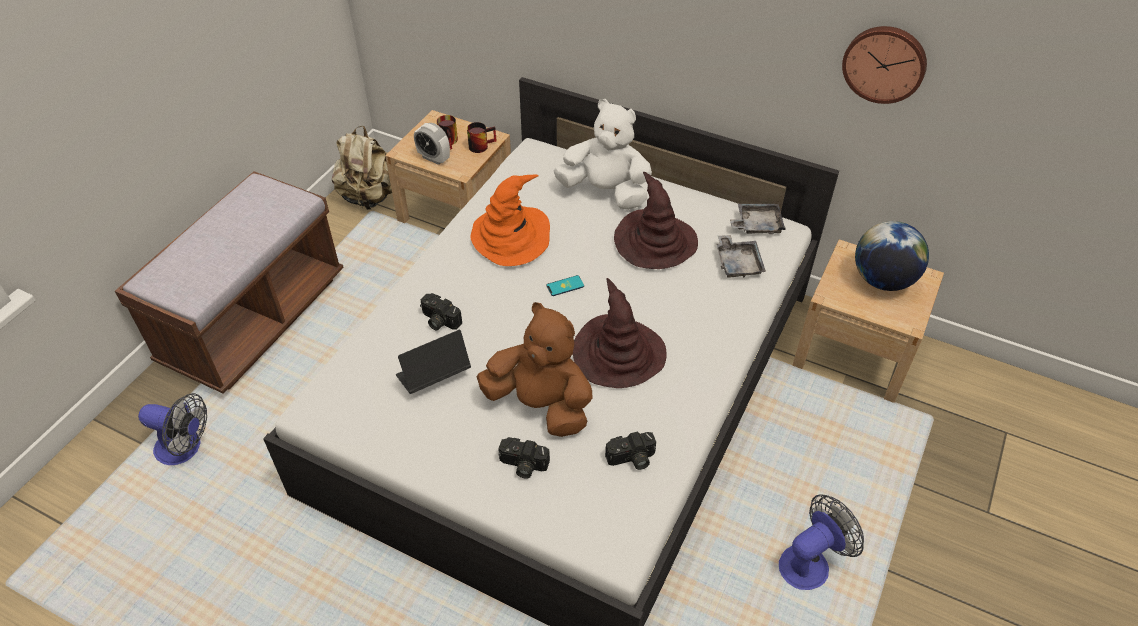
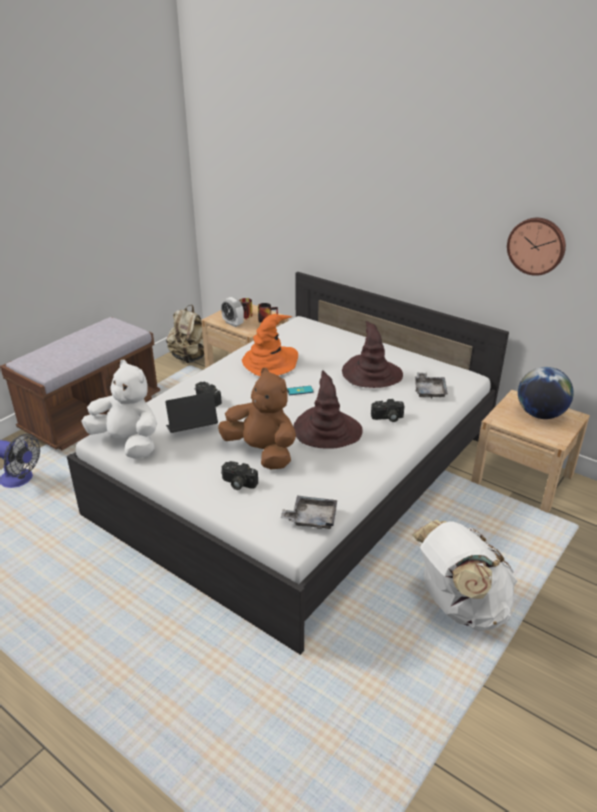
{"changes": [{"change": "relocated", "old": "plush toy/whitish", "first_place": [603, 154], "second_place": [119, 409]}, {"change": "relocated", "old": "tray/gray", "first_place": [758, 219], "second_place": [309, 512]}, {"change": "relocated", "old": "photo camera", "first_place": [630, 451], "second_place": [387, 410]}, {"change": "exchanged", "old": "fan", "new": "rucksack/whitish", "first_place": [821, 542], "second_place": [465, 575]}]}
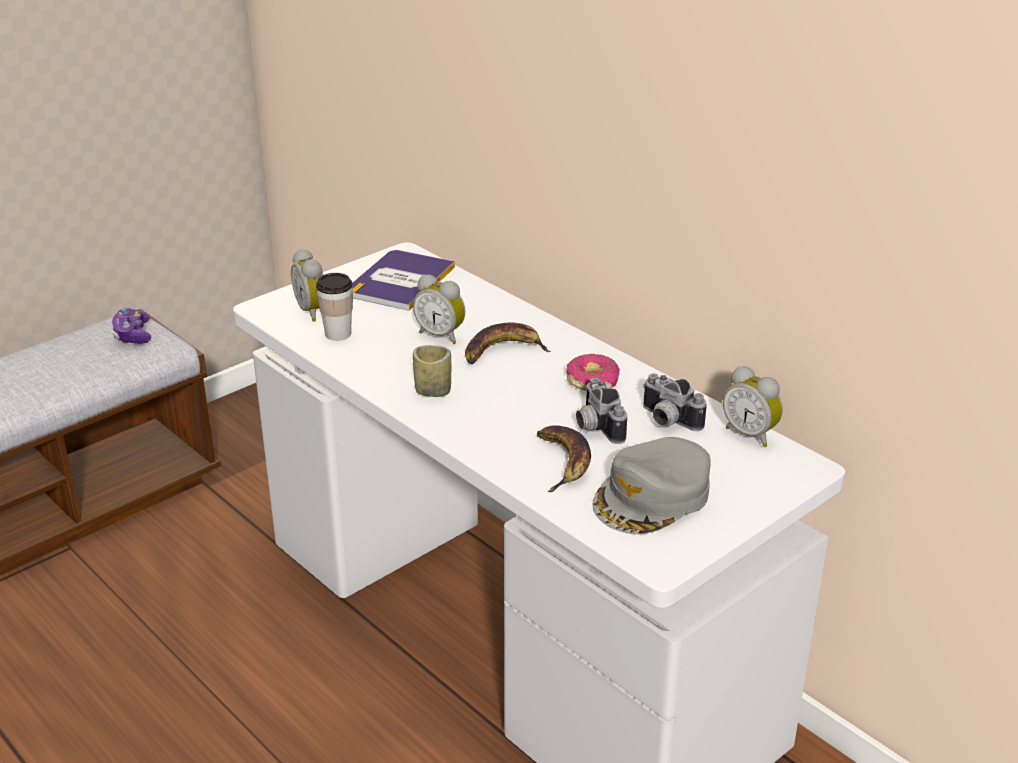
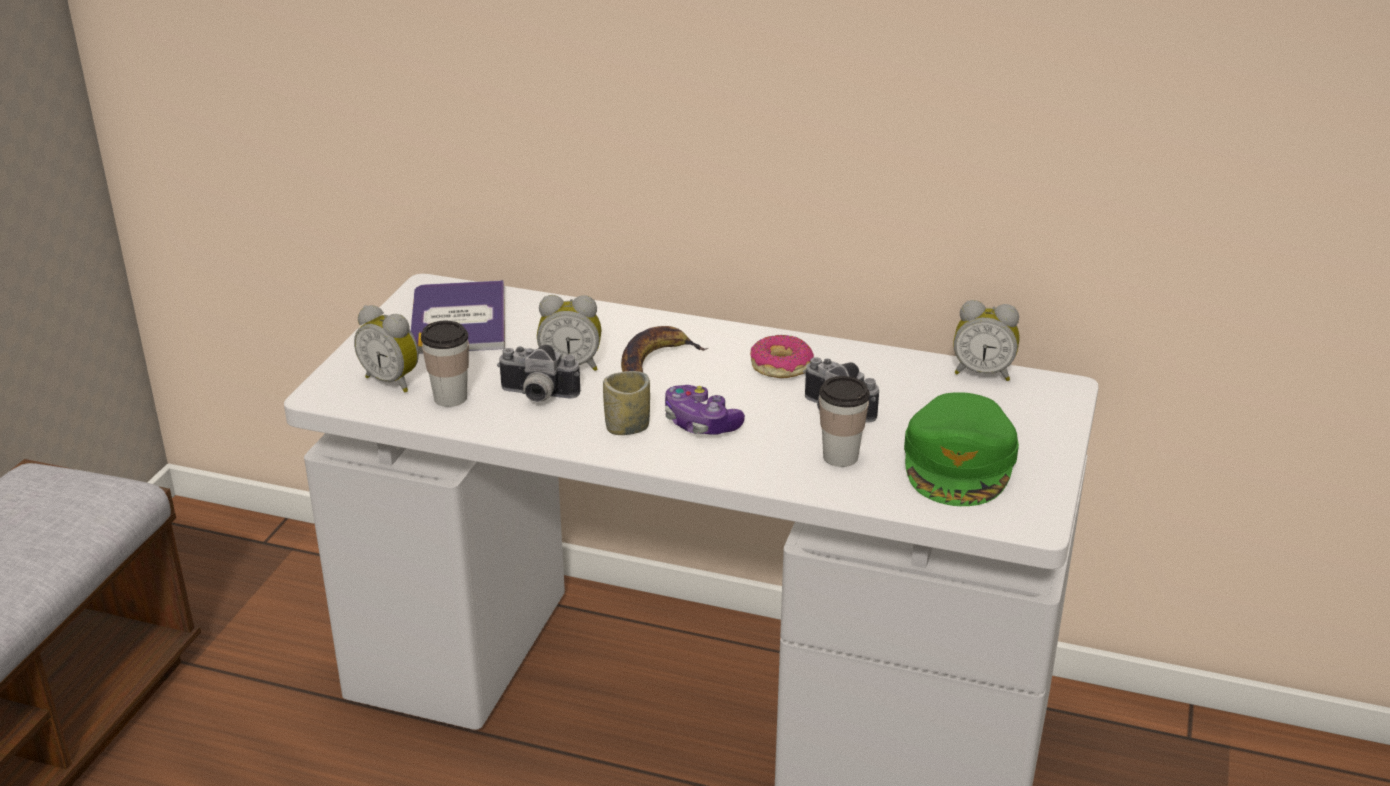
{"changes": [{"change": "relocated", "old": "gamepad", "first_place": [131, 326], "second_place": [705, 410]}, {"change": "relocated", "old": "photo camera", "first_place": [674, 402], "second_place": [538, 373]}, {"change": "exchanged", "old": "whole banana", "new": "cup", "first_place": [564, 458], "second_place": [844, 421]}, {"change": "colour", "old": "peaked cap/gray", "new": "peaked cap/green-coloured", "first_place": [651, 485], "second_place": [961, 449]}]}
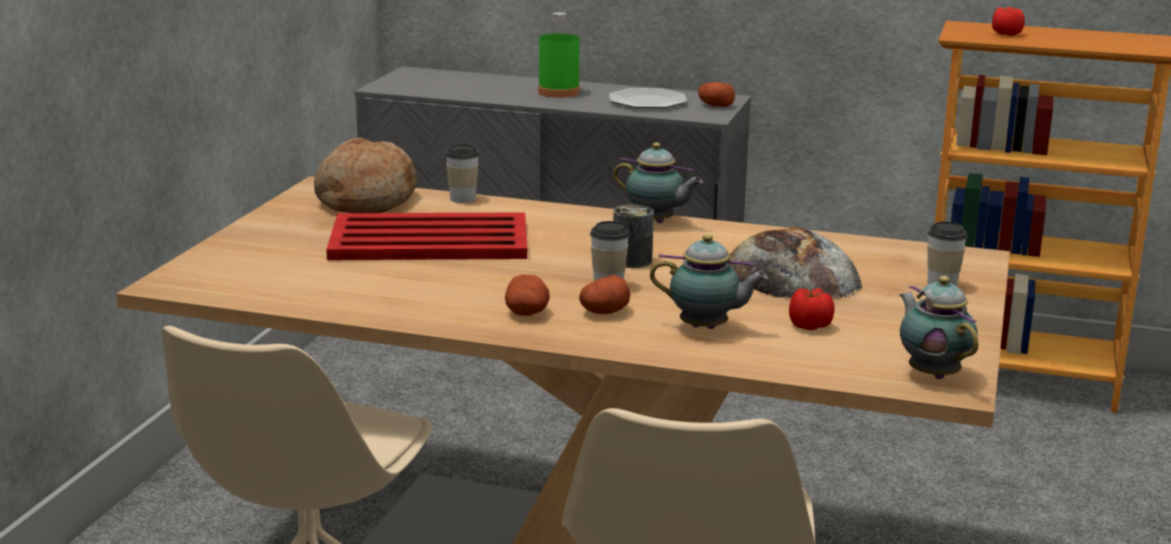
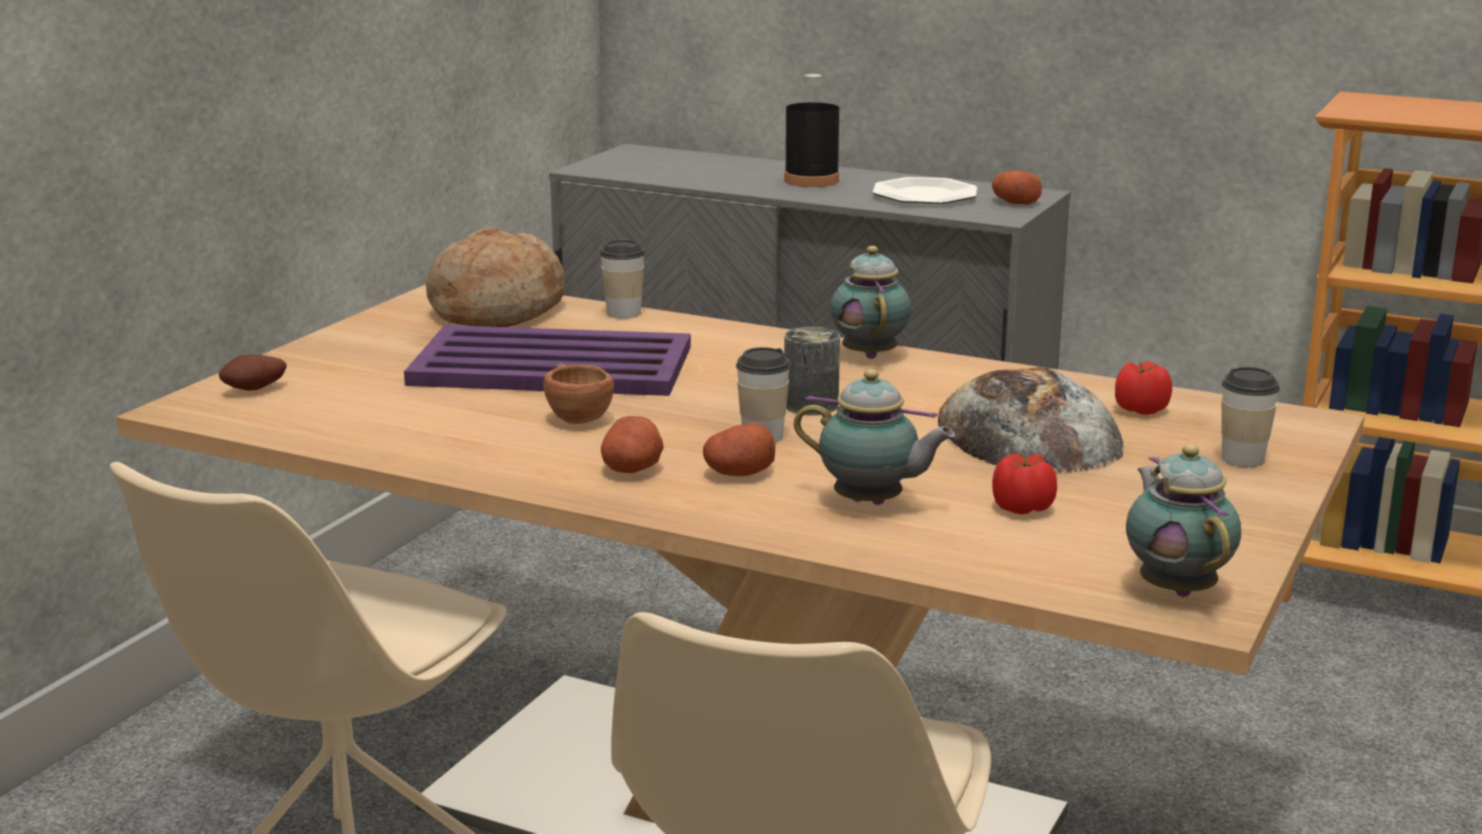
{"changes": [{"change": "relocated", "old": "fresh tomato", "first_place": [1008, 21], "second_place": [1143, 388]}, {"change": "colour", "old": "beverage bottle/green-coloured", "new": "beverage bottle/black", "first_place": [559, 55], "second_place": [811, 130]}, {"change": "spun", "old": "pot for tea", "first_place": [658, 182], "second_place": [870, 302], "degrees": -135}, {"change": "colour", "old": "tray/red-coloured", "new": "tray/purple", "first_place": [426, 236], "second_place": [547, 360]}, {"change": "appeared", "new": "spud", "second_place": [252, 372]}, {"change": "appeared", "new": "cup/brownish", "second_place": [578, 394]}]}
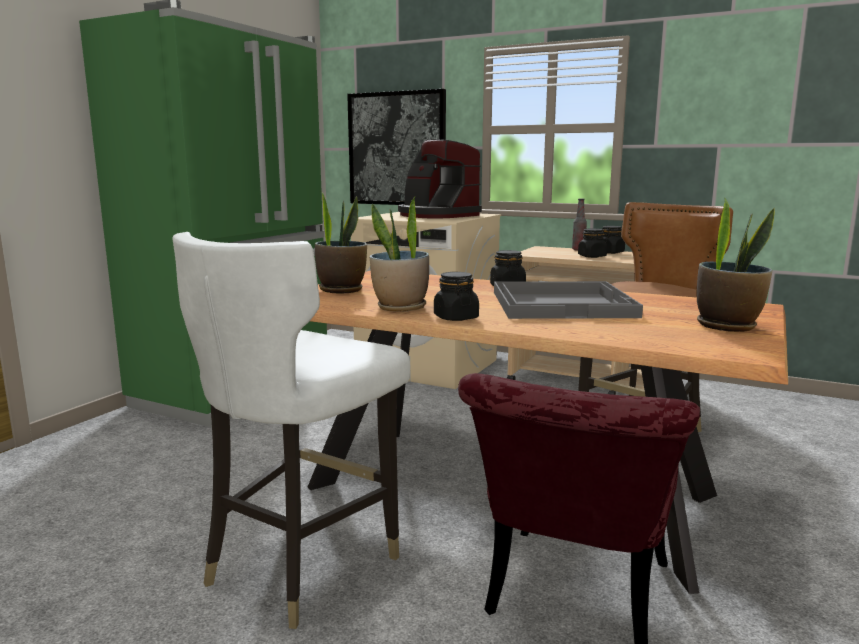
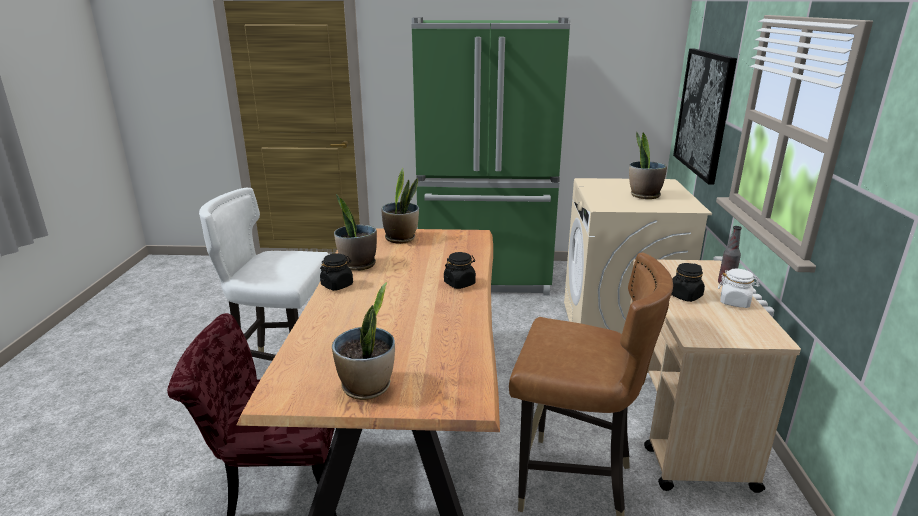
{"changes": [{"change": "exchanged", "old": "coffee brewer", "new": "potted plant", "first_place": [440, 179], "second_place": [648, 165]}, {"change": "colour", "old": "preserve jar/black", "new": "preserve jar/whitish", "first_place": [613, 240], "second_place": [739, 288]}, {"change": "missing", "old": "tray/gray", "first_place": [568, 300]}]}
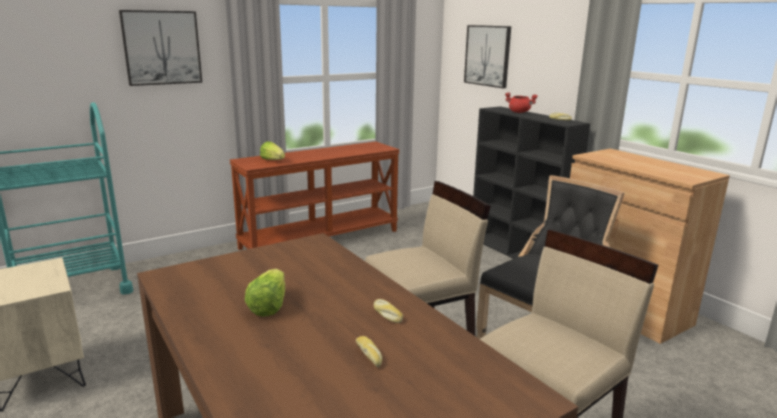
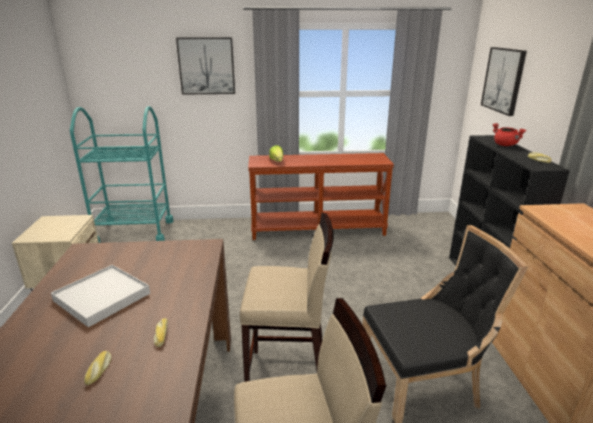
{"changes": [{"change": "exchanged", "old": "lettuce", "new": "tray/whitish", "first_place": [265, 293], "second_place": [100, 296]}]}
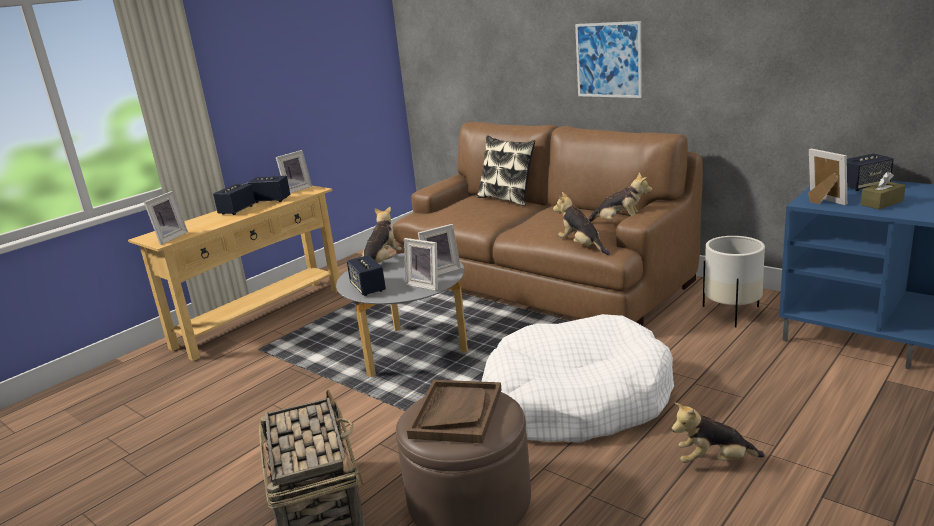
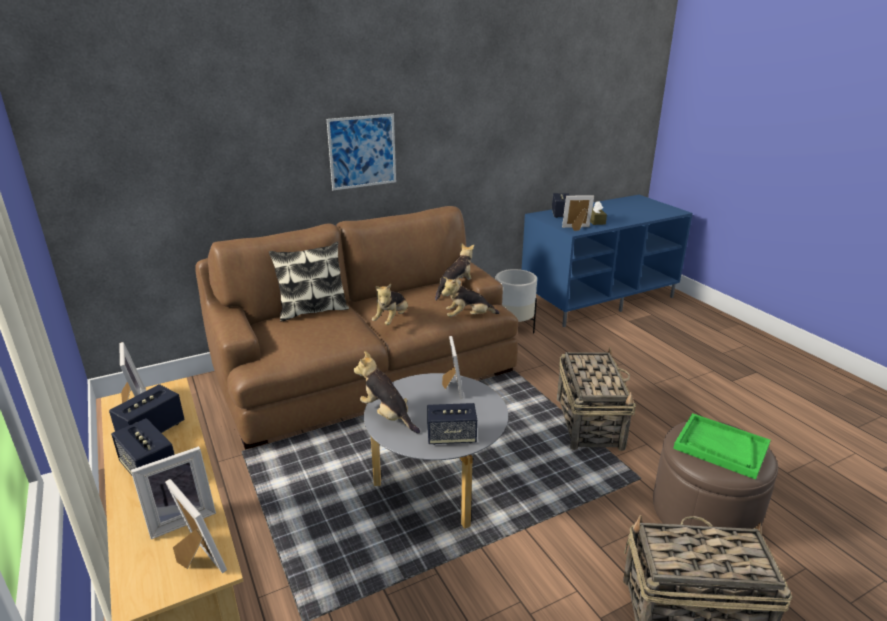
{"changes": [{"change": "relocated", "old": "standing frame", "first_place": [421, 264], "second_place": [173, 493]}, {"change": "exchanged", "old": "dog bed/whitish", "new": "storage basket", "first_place": [578, 378], "second_place": [596, 399]}, {"change": "colour", "old": "tray/brownish", "new": "tray/green-coloured", "first_place": [454, 412], "second_place": [721, 446]}, {"change": "relocated", "old": "plush toy", "first_place": [718, 433], "second_place": [390, 304]}]}
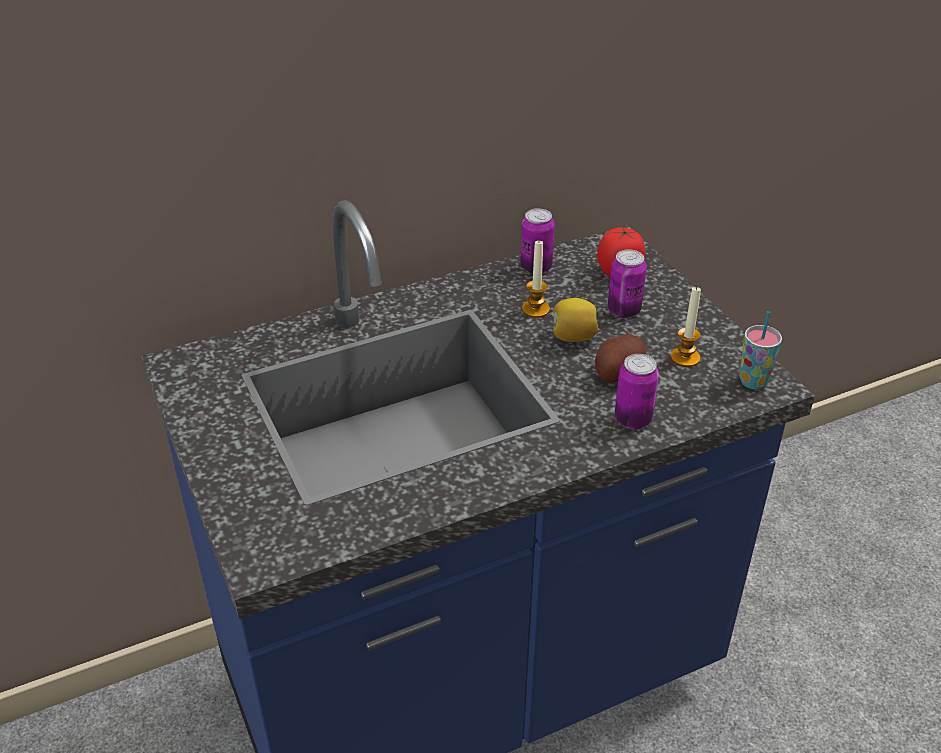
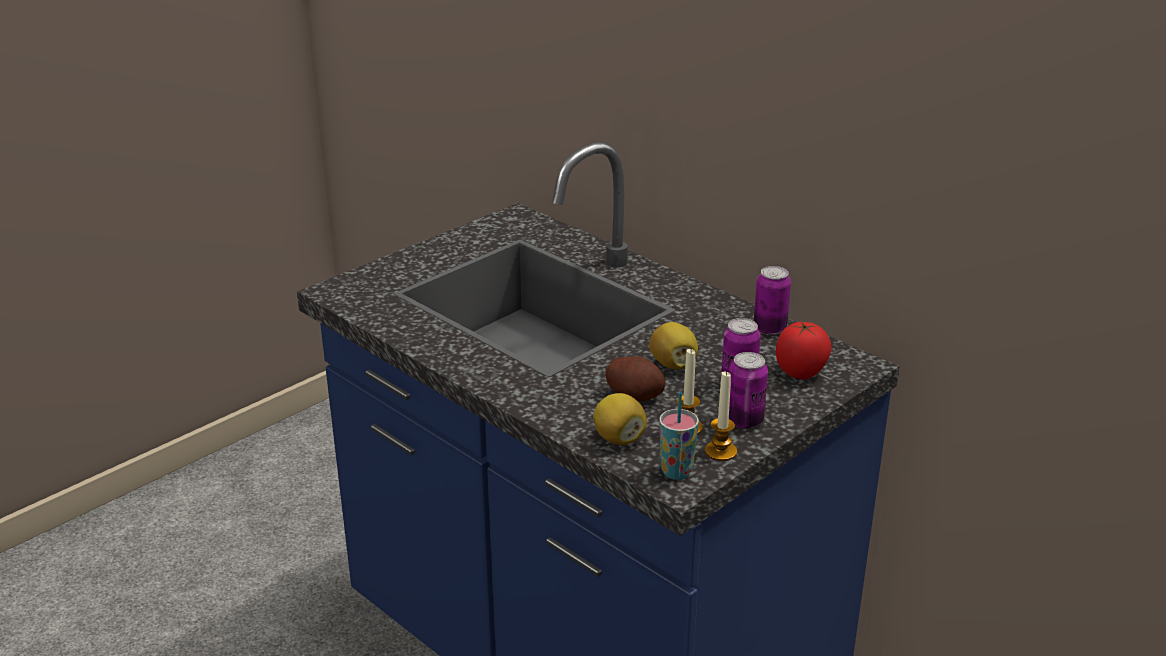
{"changes": [{"change": "relocated", "old": "candle", "first_place": [536, 279], "second_place": [721, 416]}, {"change": "relocated", "old": "can", "first_place": [637, 391], "second_place": [748, 390]}, {"change": "appeared", "new": "citrus fruit", "second_place": [620, 419]}]}
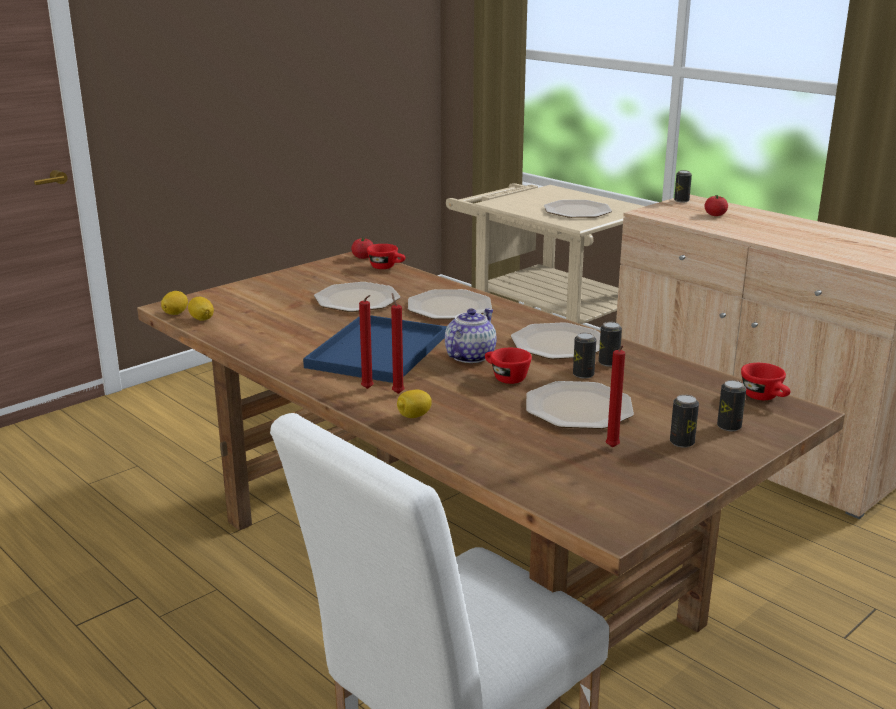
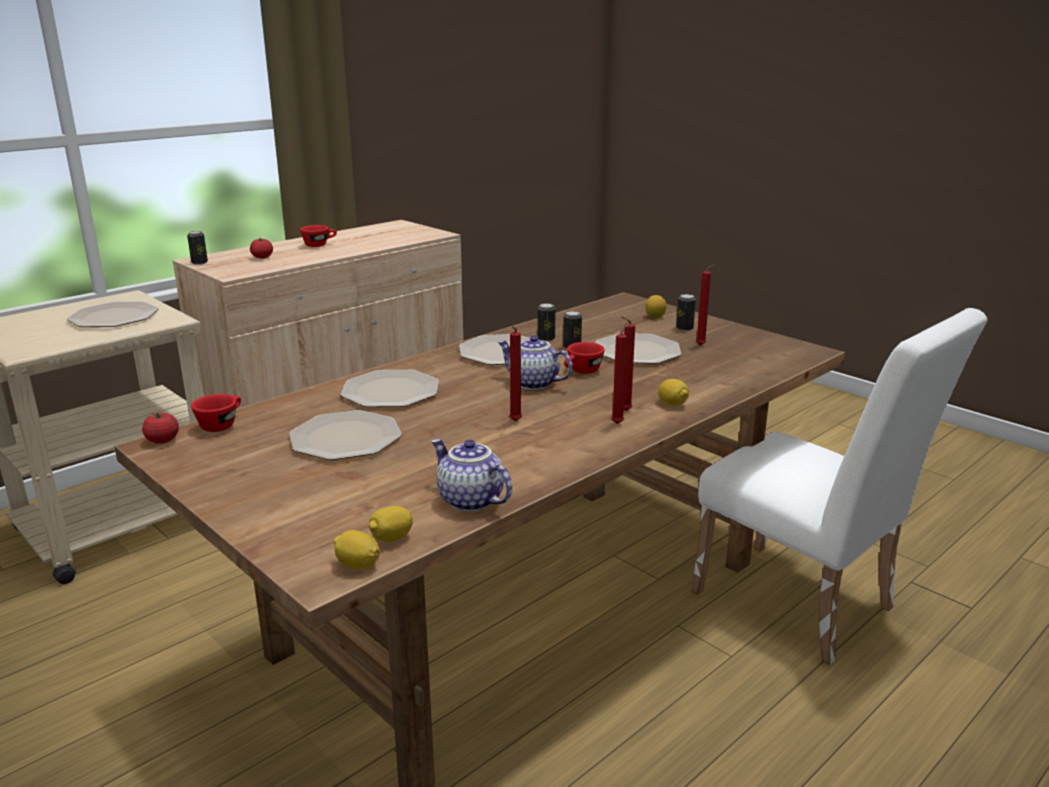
{"changes": [{"change": "exchanged", "old": "tray/blue", "new": "candle/red-coloured", "first_place": [375, 349], "second_place": [515, 373]}, {"change": "relocated", "old": "cup/red-coloured", "first_place": [765, 381], "second_place": [318, 236]}, {"change": "exchanged", "old": "can", "new": "citrus fruit", "first_place": [731, 405], "second_place": [656, 306]}, {"change": "appeared", "new": "pot for tea", "second_place": [471, 475]}]}
